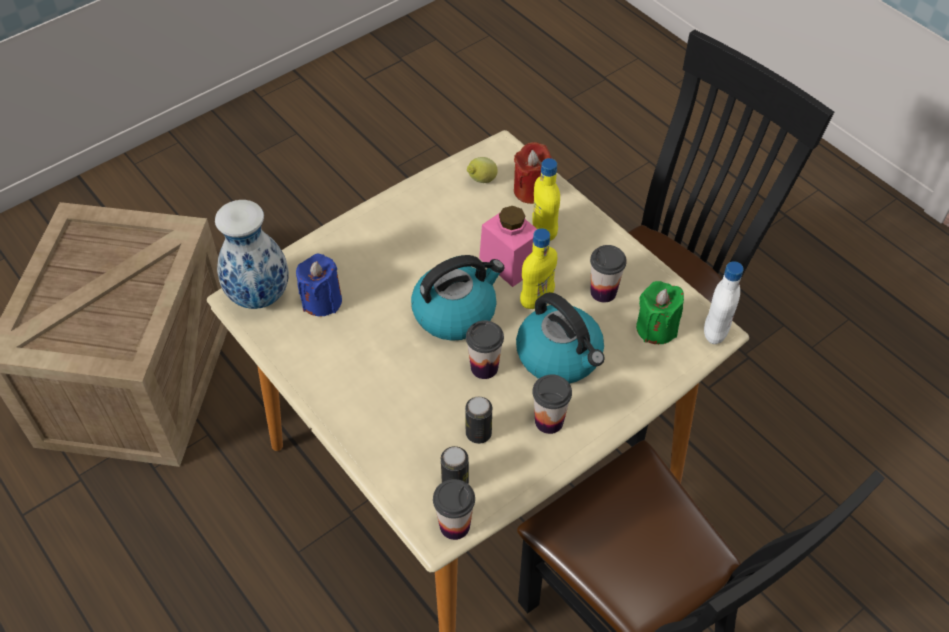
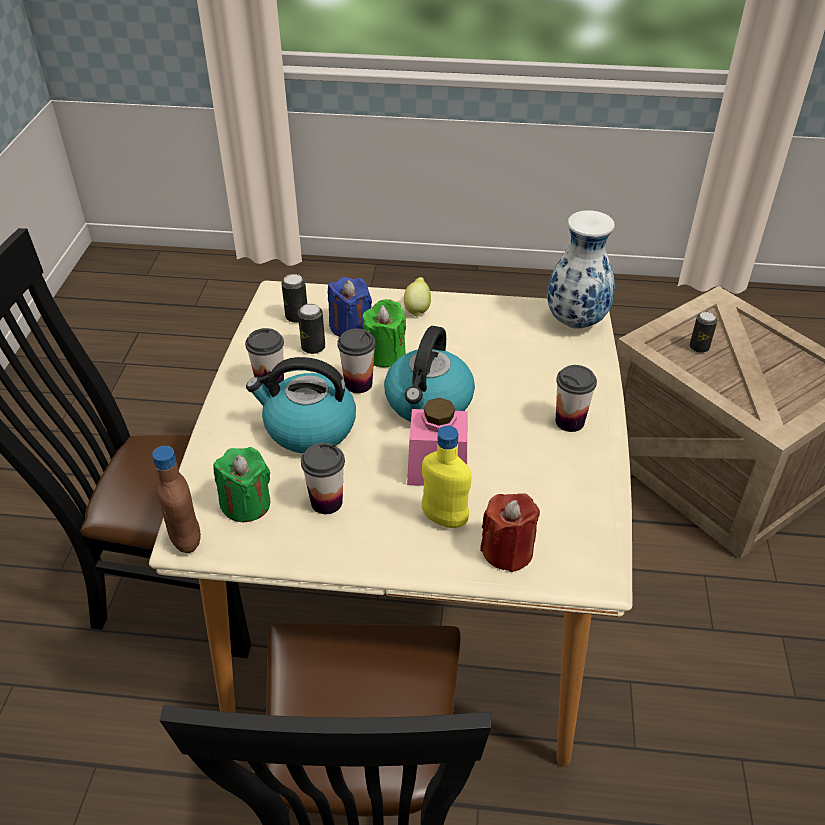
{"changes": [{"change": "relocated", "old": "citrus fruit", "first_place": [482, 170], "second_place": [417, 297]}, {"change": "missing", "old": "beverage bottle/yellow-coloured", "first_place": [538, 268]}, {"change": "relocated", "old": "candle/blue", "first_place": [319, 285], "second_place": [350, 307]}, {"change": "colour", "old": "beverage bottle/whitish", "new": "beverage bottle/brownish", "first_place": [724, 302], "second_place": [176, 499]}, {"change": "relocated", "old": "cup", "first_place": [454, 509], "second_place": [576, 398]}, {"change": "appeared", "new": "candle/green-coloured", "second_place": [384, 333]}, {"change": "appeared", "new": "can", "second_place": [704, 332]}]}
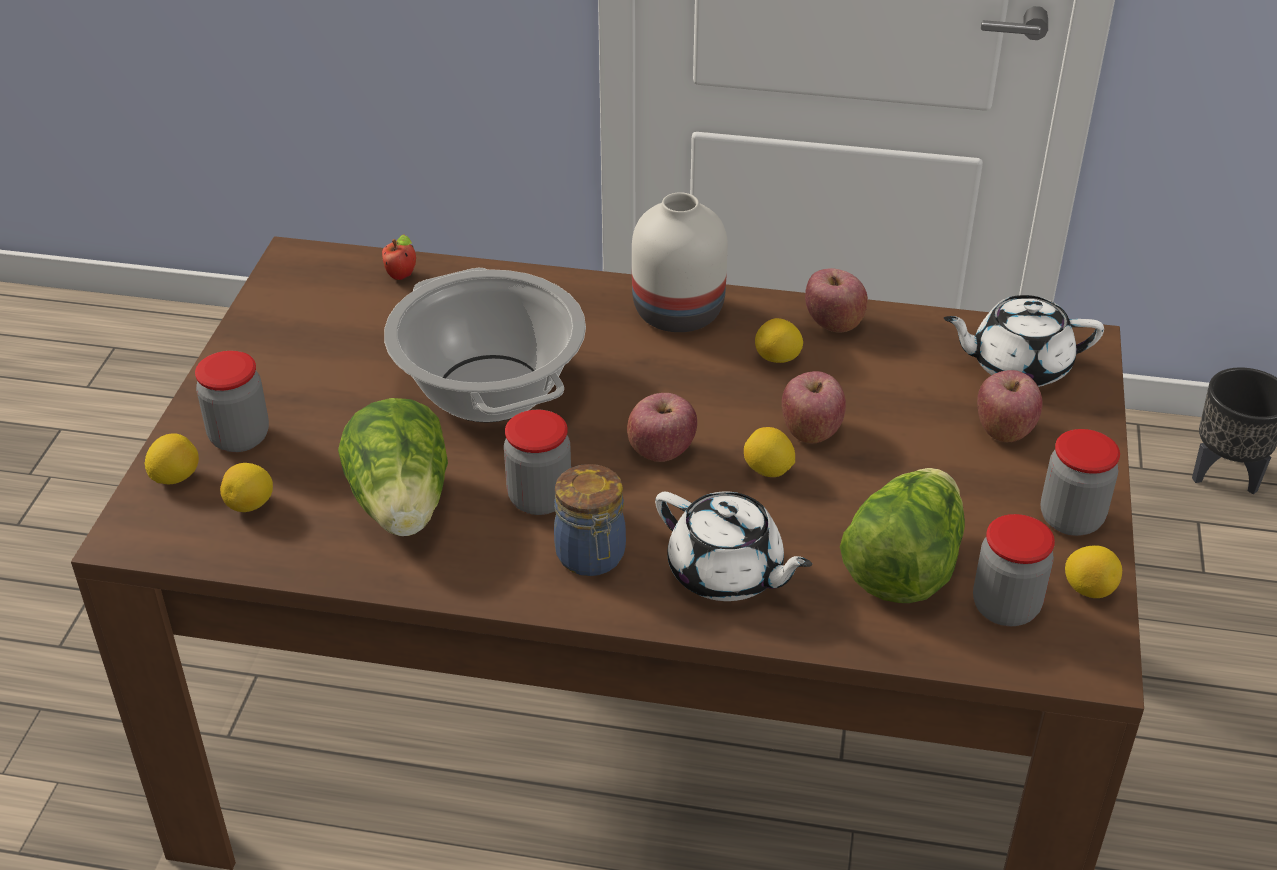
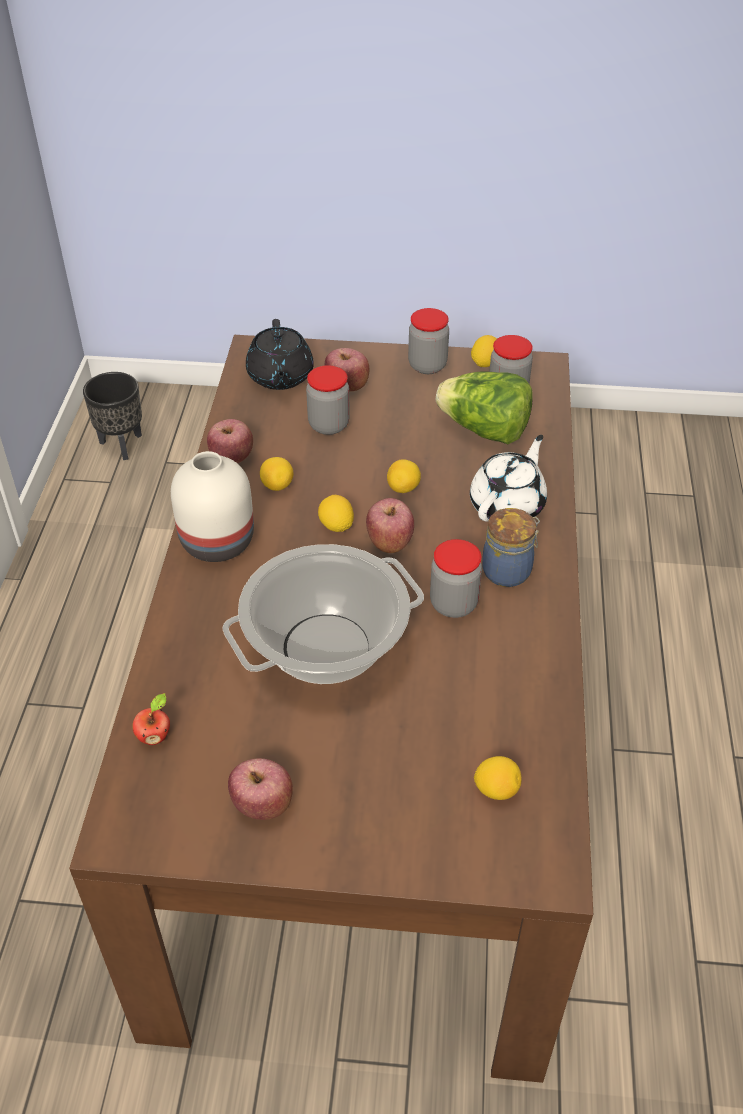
{"changes": [{"change": "colour", "old": "pot for tea/whitish", "new": "pot for tea/black", "first_place": [1024, 341], "second_place": [280, 354]}, {"change": "relocated", "old": "preserve jar", "first_place": [232, 401], "second_place": [328, 400]}, {"change": "relocated", "old": "apple", "first_place": [814, 407], "second_place": [260, 789]}, {"change": "missing", "old": "lettuce", "first_place": [393, 467]}, {"change": "relocated", "old": "citrus fruit", "first_place": [172, 458], "second_place": [336, 513]}]}
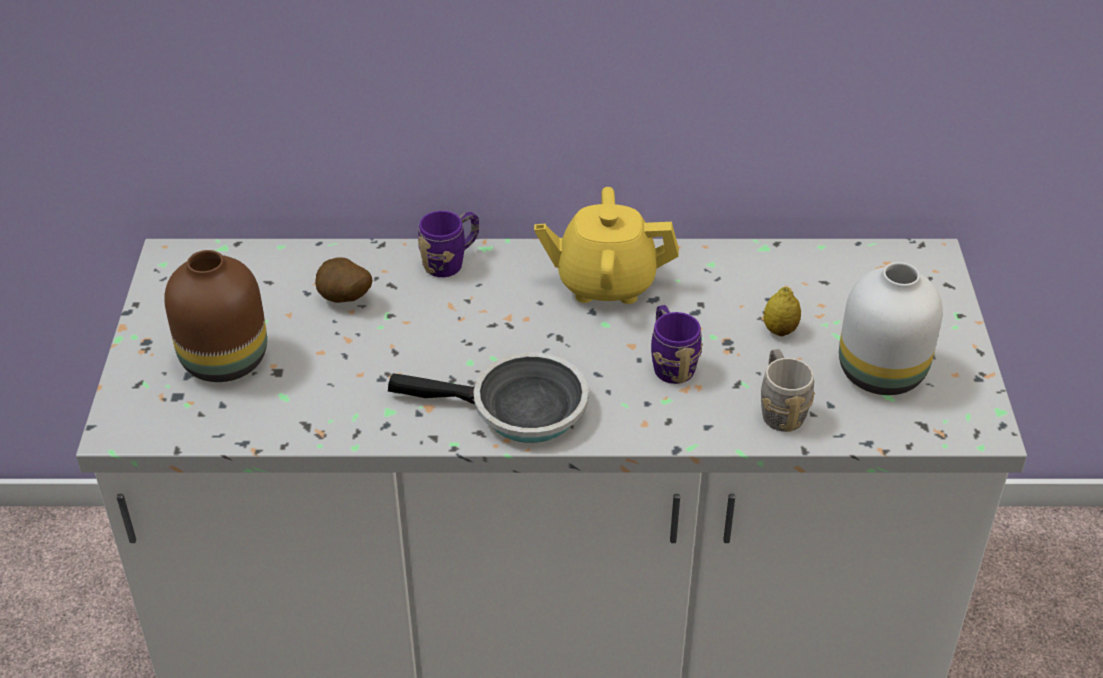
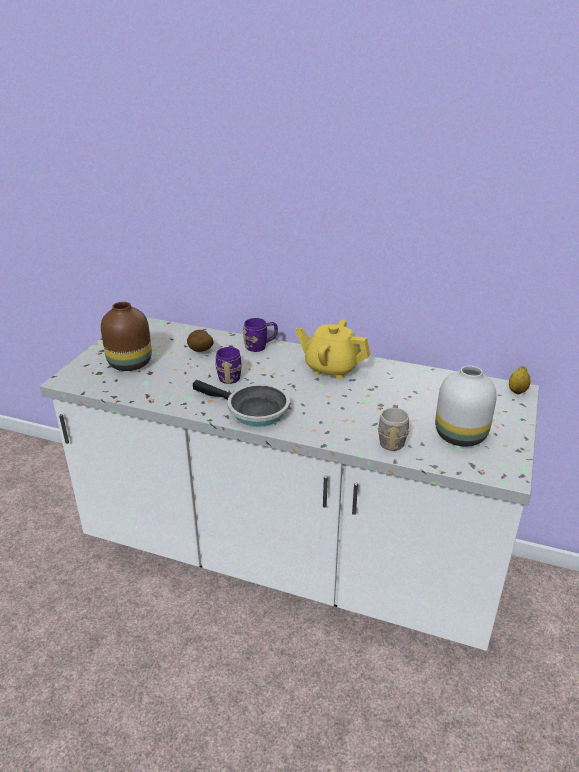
{"changes": [{"change": "relocated", "old": "citrus fruit", "first_place": [782, 311], "second_place": [520, 380]}, {"change": "relocated", "old": "coffee mug/purple", "first_place": [677, 344], "second_place": [228, 364]}]}
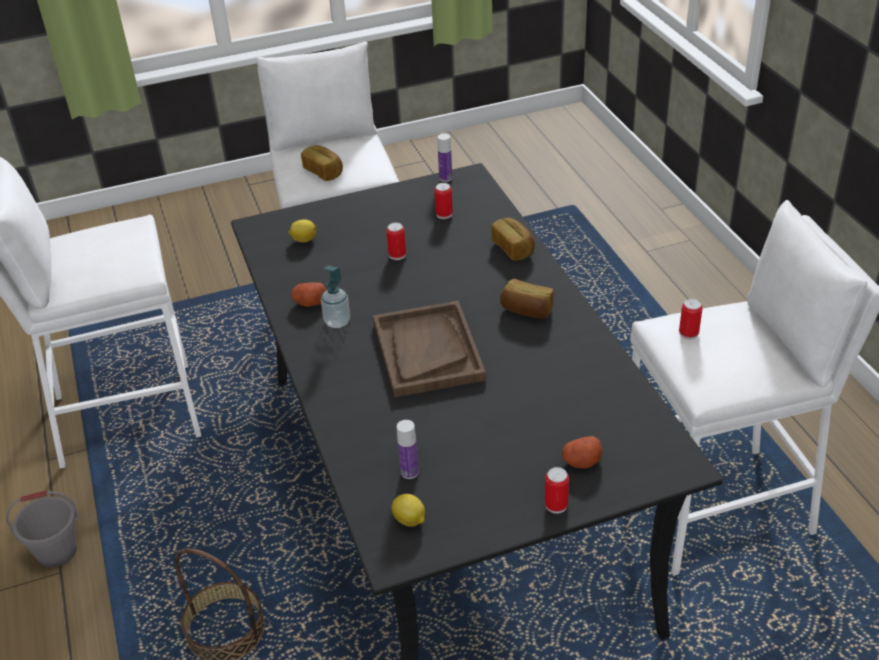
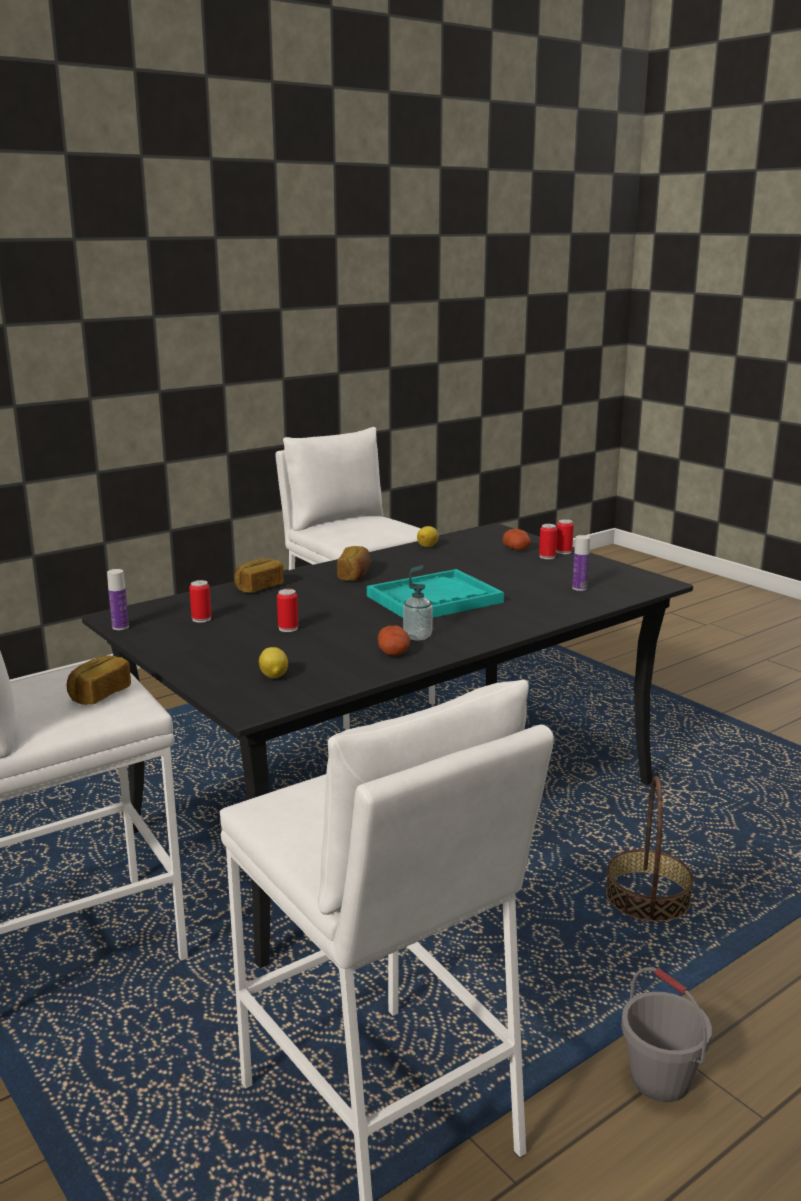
{"changes": [{"change": "relocated", "old": "can", "first_place": [690, 319], "second_place": [548, 541]}, {"change": "colour", "old": "tray/brownish", "new": "tray/turquoise", "first_place": [429, 349], "second_place": [435, 593]}, {"change": "relocated", "old": "citrus fruit", "first_place": [408, 510], "second_place": [428, 536]}]}
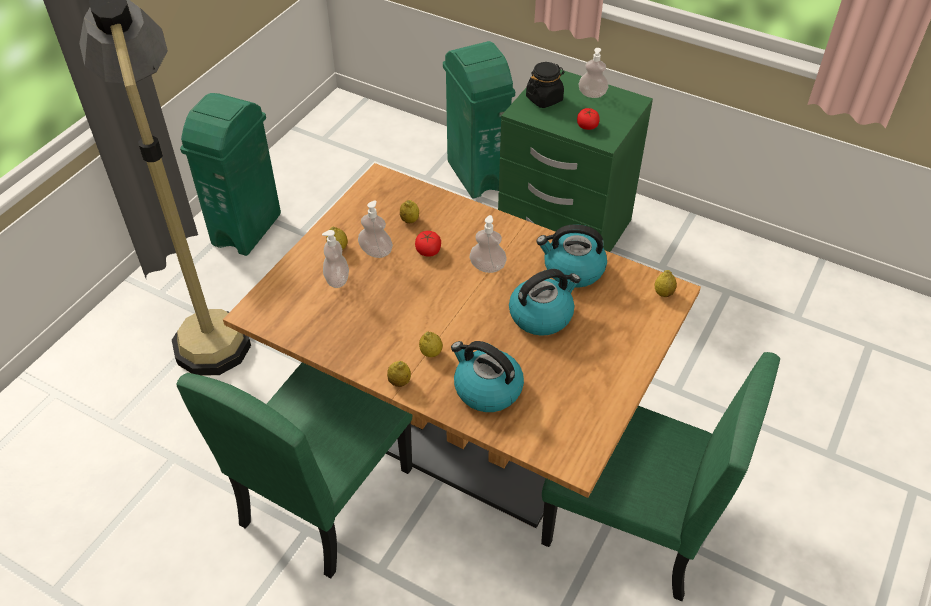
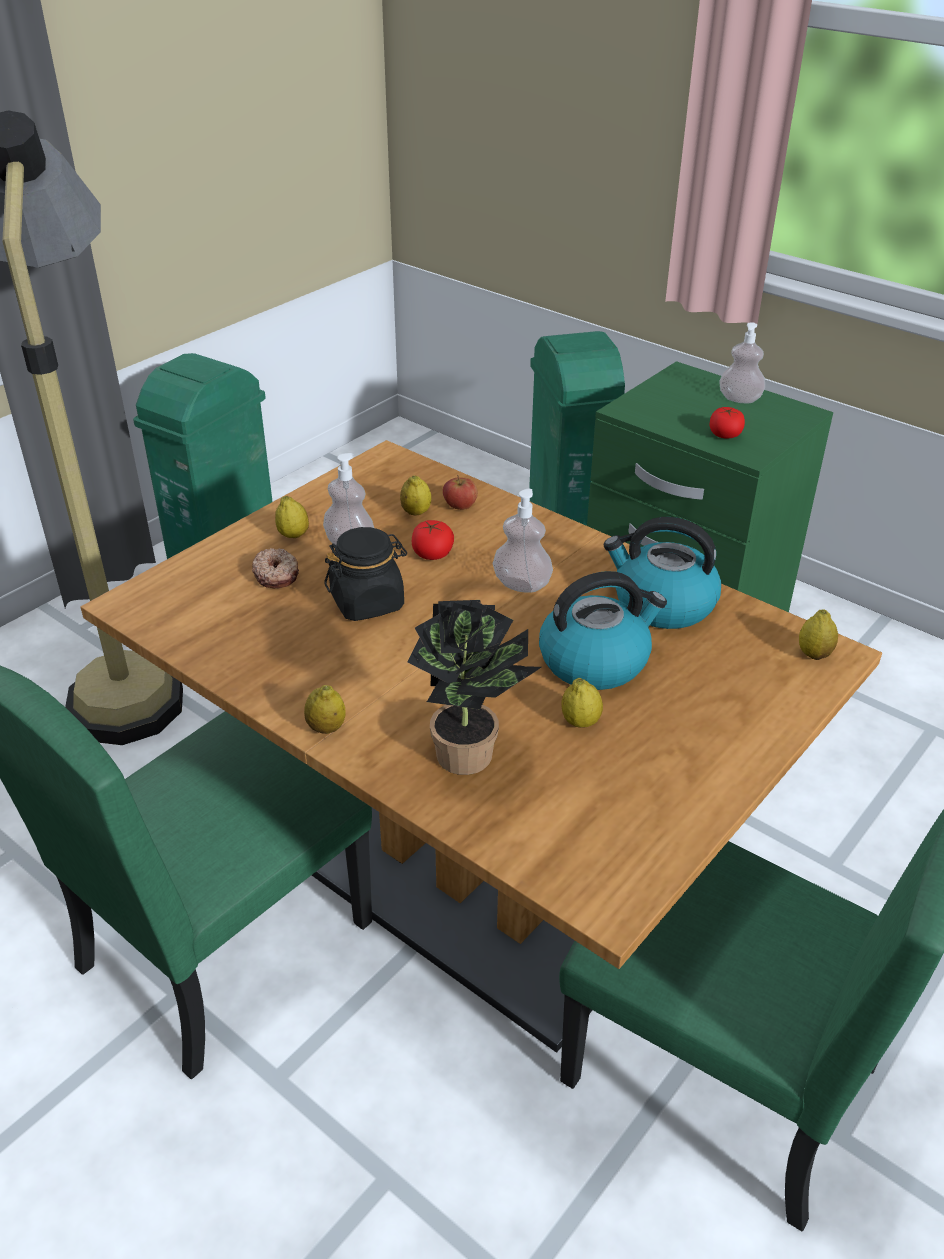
{"changes": [{"change": "relocated", "old": "preserve jar/black", "first_place": [545, 85], "second_place": [365, 574]}, {"change": "exchanged", "old": "liquid soap bottle", "new": "donut", "first_place": [335, 259], "second_place": [275, 568]}, {"change": "relocated", "old": "citrus fruit", "first_place": [431, 344], "second_place": [582, 702]}, {"change": "exchanged", "old": "kettle", "new": "potted plant", "first_place": [487, 376], "second_place": [474, 687]}, {"change": "appeared", "new": "apple", "second_place": [460, 492]}]}
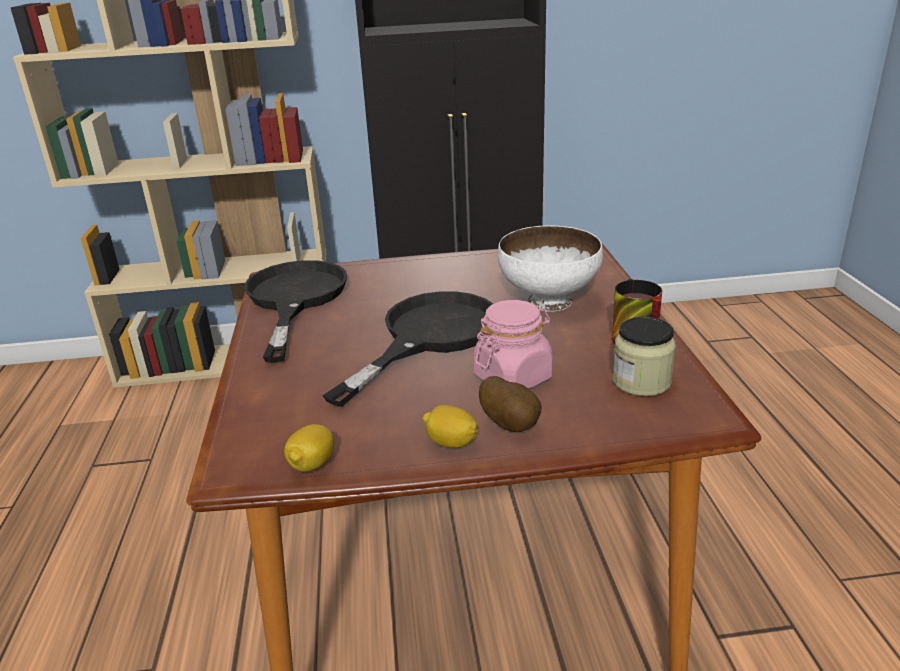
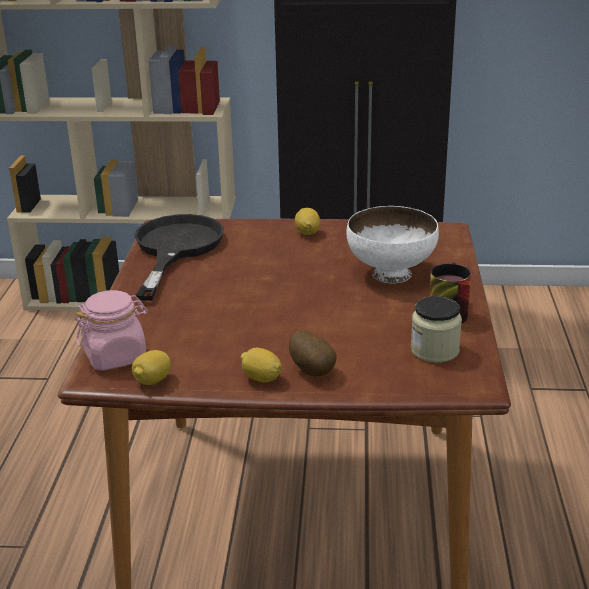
{"changes": [{"change": "missing", "old": "pan/black", "first_place": [407, 349]}, {"change": "relocated", "old": "preserve jar/pink", "first_place": [513, 344], "second_place": [111, 330]}, {"change": "appeared", "new": "citrus fruit", "second_place": [307, 221]}]}
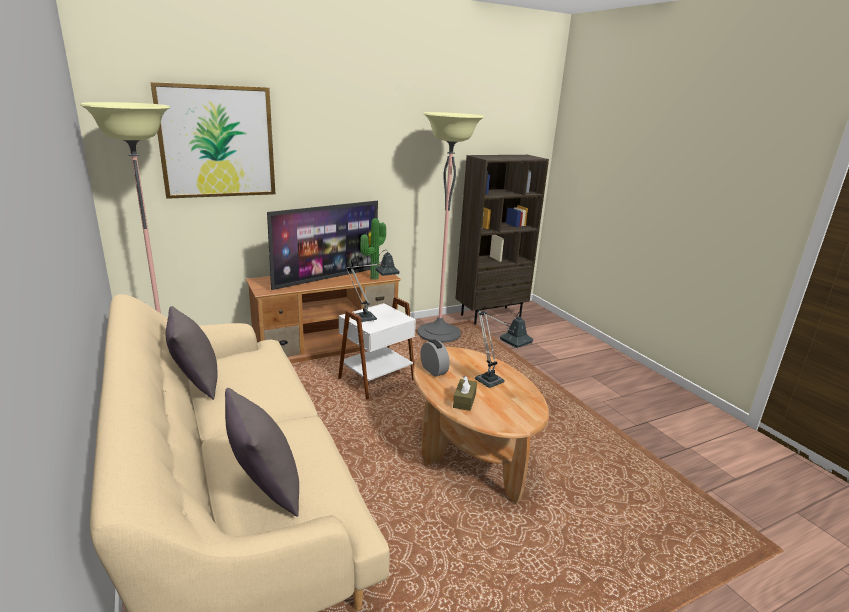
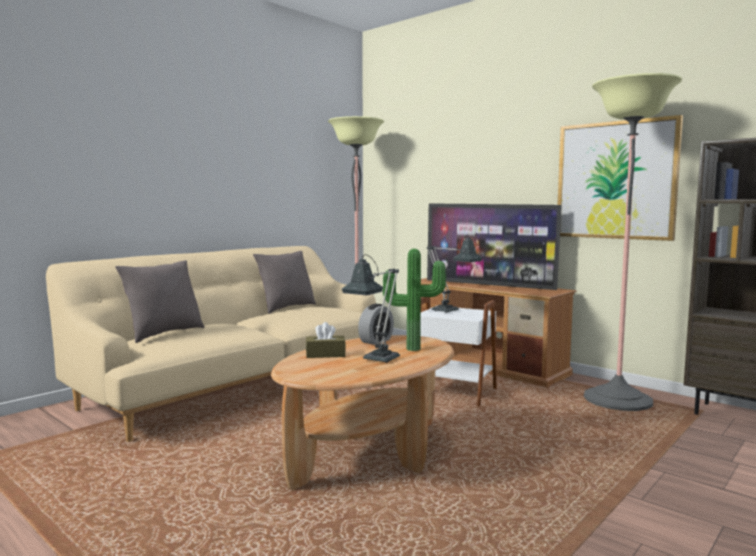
{"changes": [{"change": "relocated", "old": "wall picture", "first_place": [212, 140], "second_place": [620, 178]}, {"change": "relocated", "old": "potted plant", "first_place": [373, 248], "second_place": [414, 300]}]}
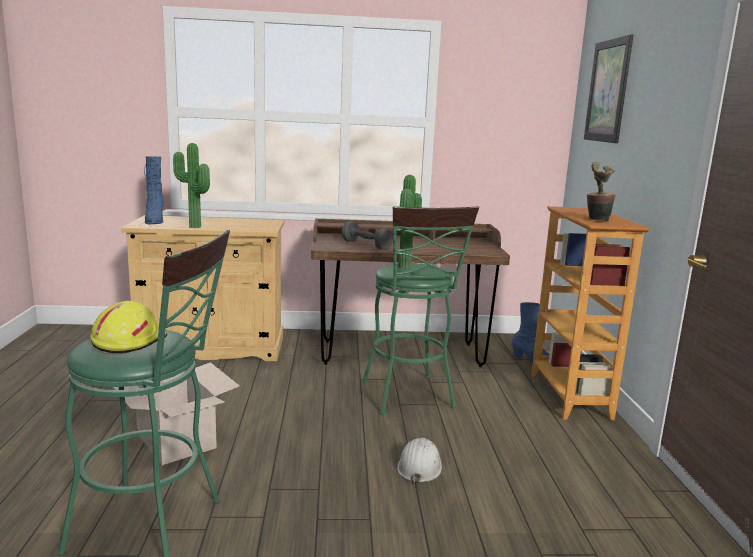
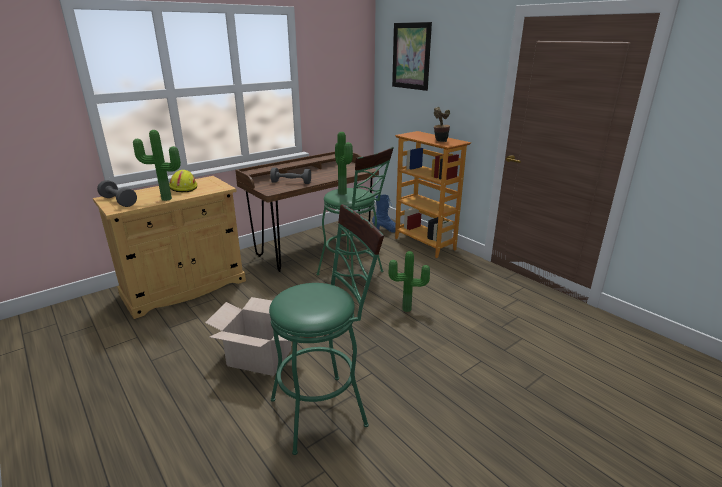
{"changes": [{"change": "exchanged", "old": "high-top boot/blue", "new": "hand weight/gray", "first_place": [154, 190], "second_place": [117, 193]}, {"change": "relocated", "old": "safety helmet/yellow-coloured", "first_place": [129, 327], "second_place": [183, 181]}, {"change": "exchanged", "old": "safety helmet/whitish", "new": "potted plant", "first_place": [419, 461], "second_place": [409, 281]}]}
